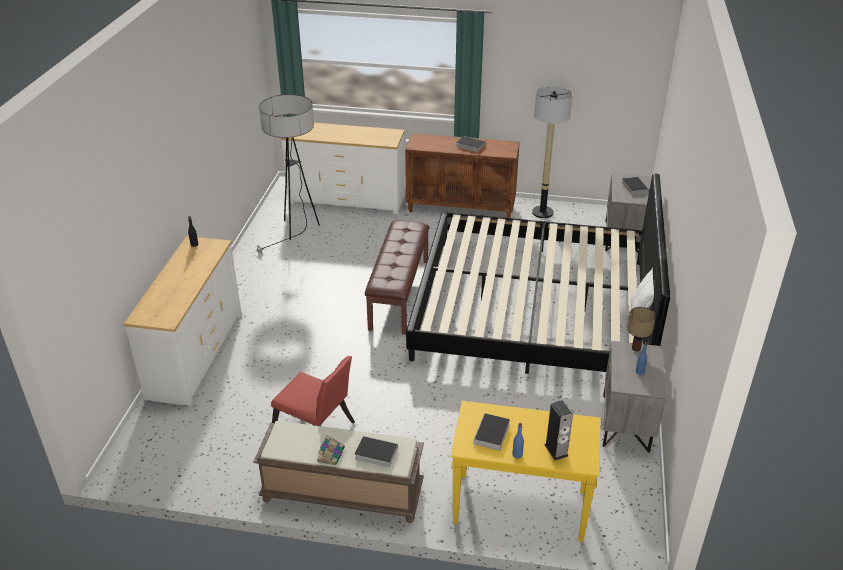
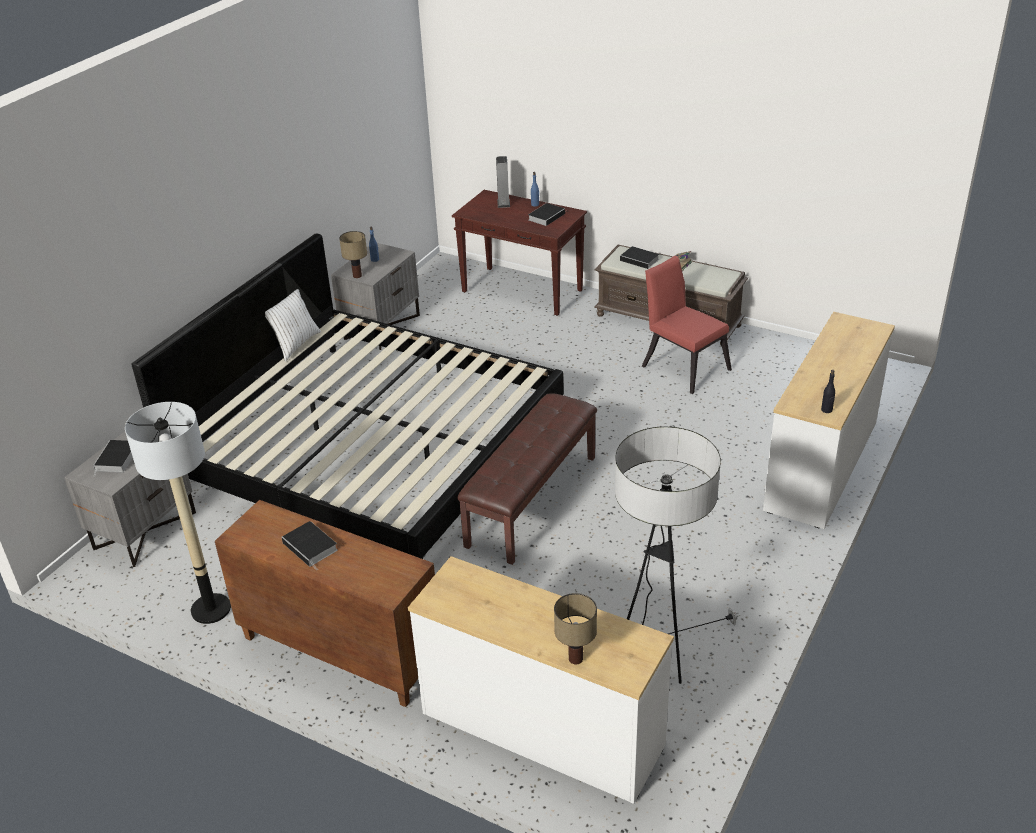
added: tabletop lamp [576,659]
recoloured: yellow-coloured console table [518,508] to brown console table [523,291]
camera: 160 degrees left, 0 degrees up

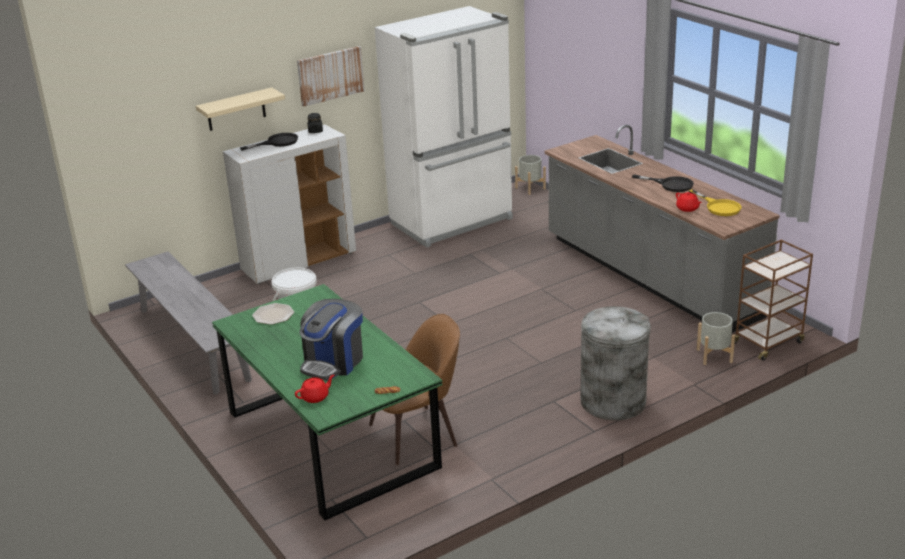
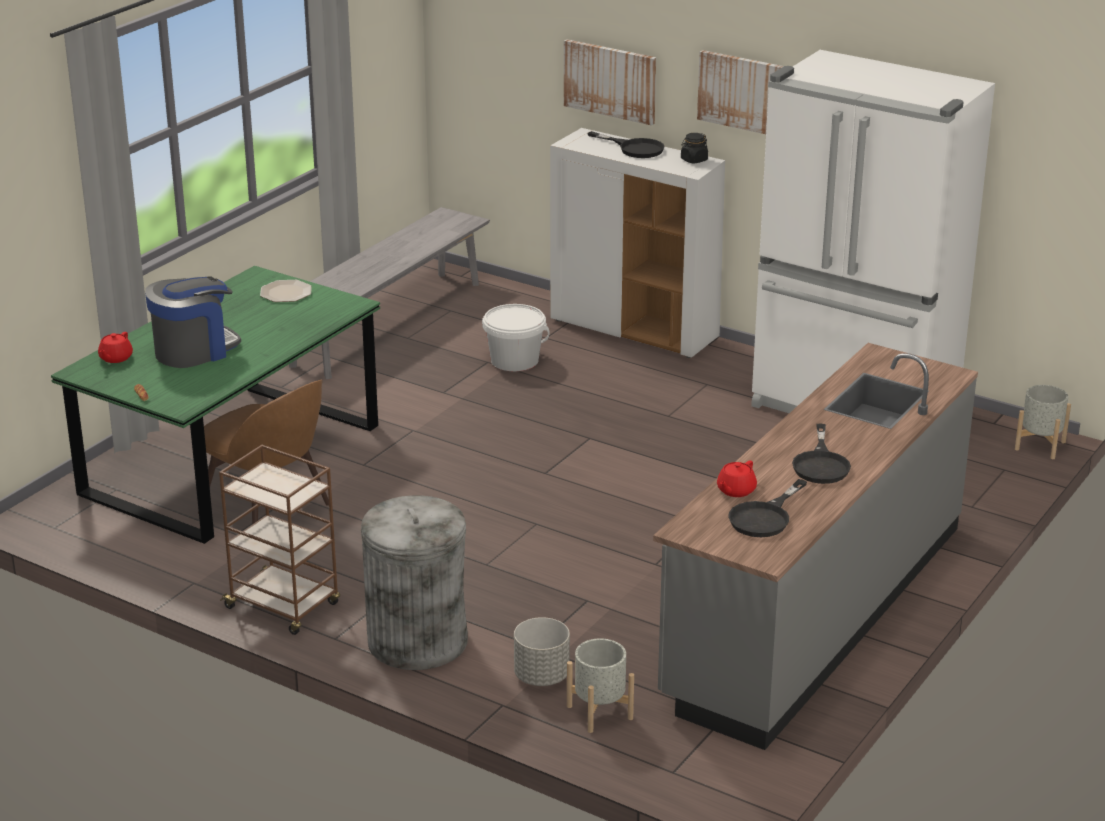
added: gray flower pot [541,676]
moved: brown trolley [767,342] to [284,606]
replaced: sand-coloured wall shelf [236,109] to wall picture [610,81]
recoloured: yellow-coloured skillet [719,207] to black skillet [765,517]
turned: red-coloured tea pot [315,397] = [115,358] 75 degrees clockwise; coffee brewer [333,362] = [194,350] 135 degrees clockwise
camera: 65 degrees right, 0 degrees up

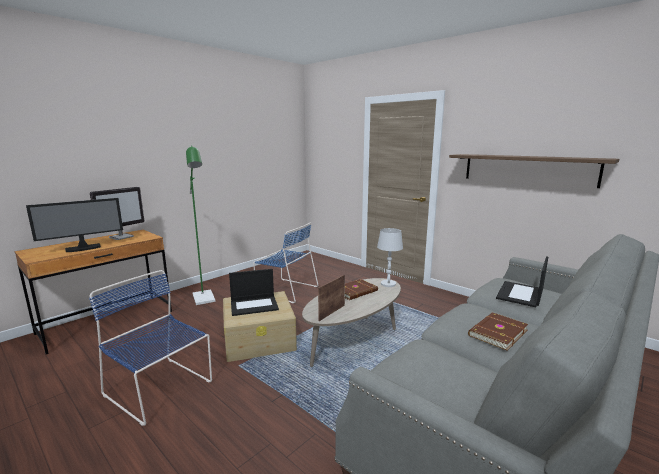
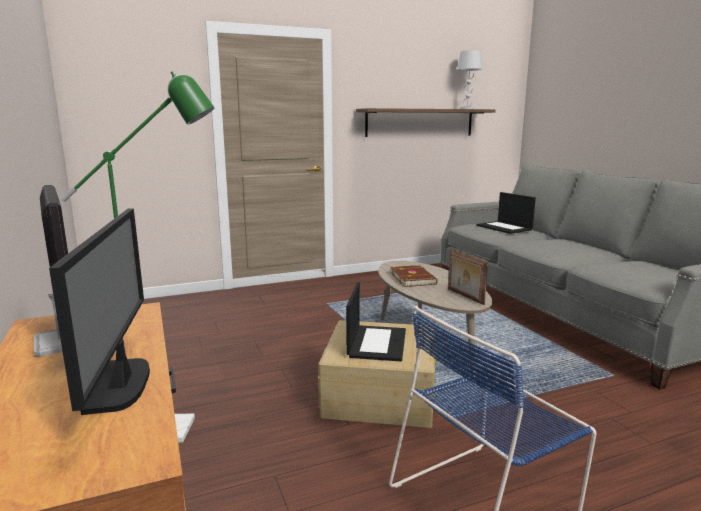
removed: blue upright chair [286,290]; brown volume [496,332]
moved: white-coloured tabletop lamp [388,284] to [467,109]
camera: 65 degrees left, 0 degrees up

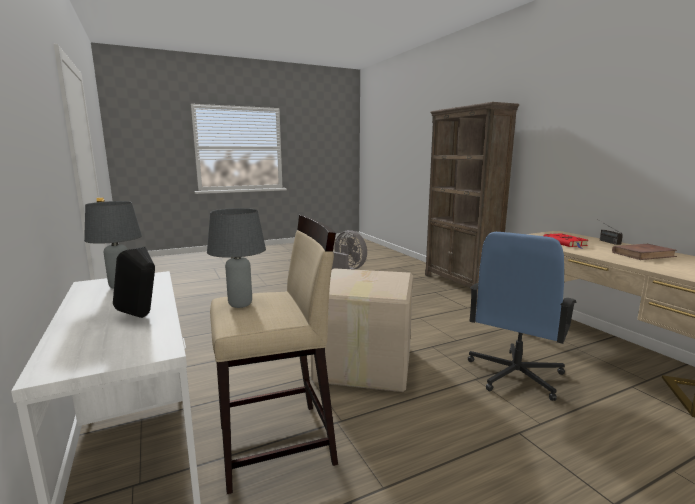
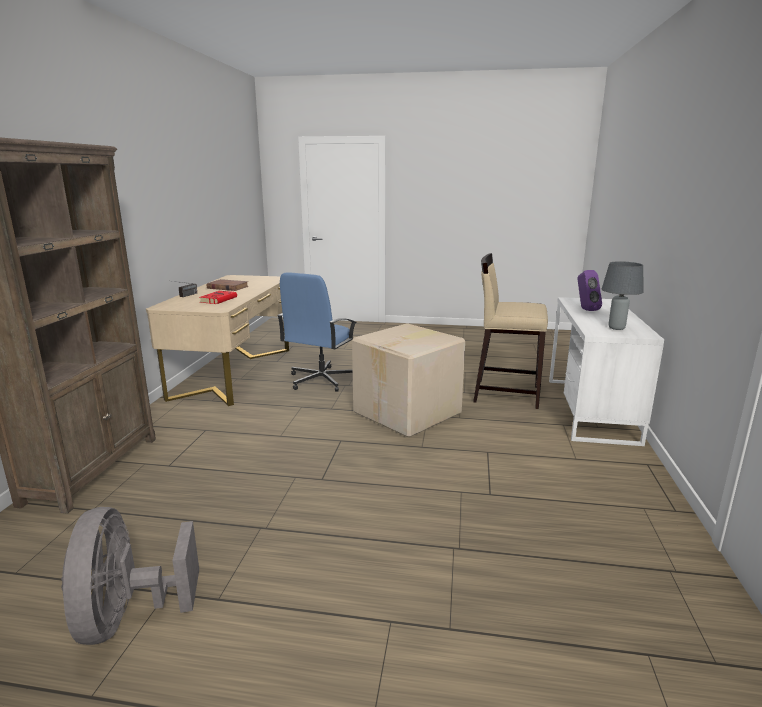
removed: gray tabletop lamp [240,305]
recoloured: black audio speaker [141,317] to purple audio speaker [585,309]
turned: blue office chair [514,375] = [321,380] 135 degrees clockwise
camera: 145 degrees left, 5 degrees up

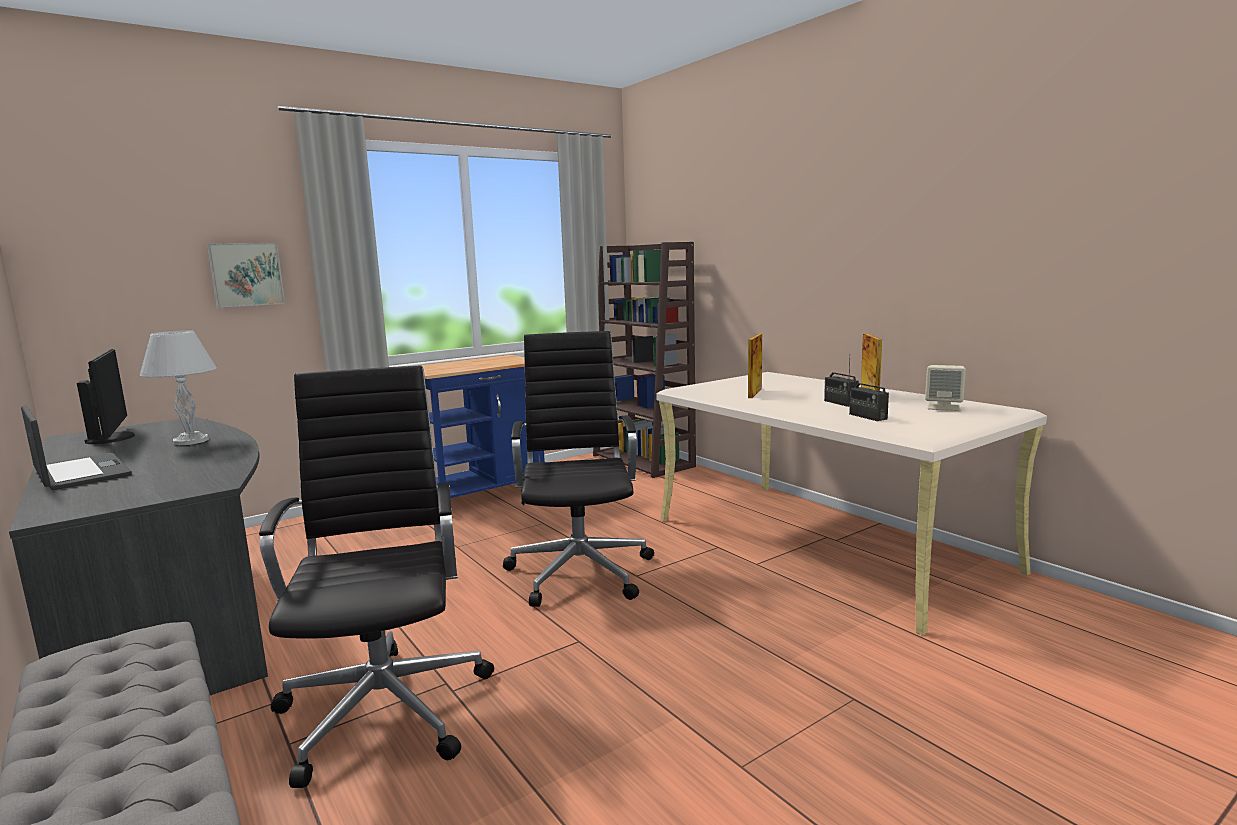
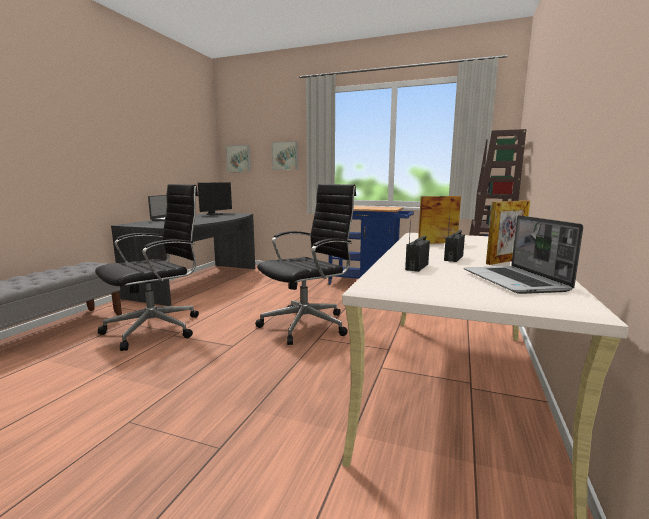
removed: white-coloured tabletop lamp [190,441]
added: wall picture [239,158]
replaced: sand-coloured audio speaker [944,407] to laptop [515,281]
camera: 55 degrees right, 0 degrees up

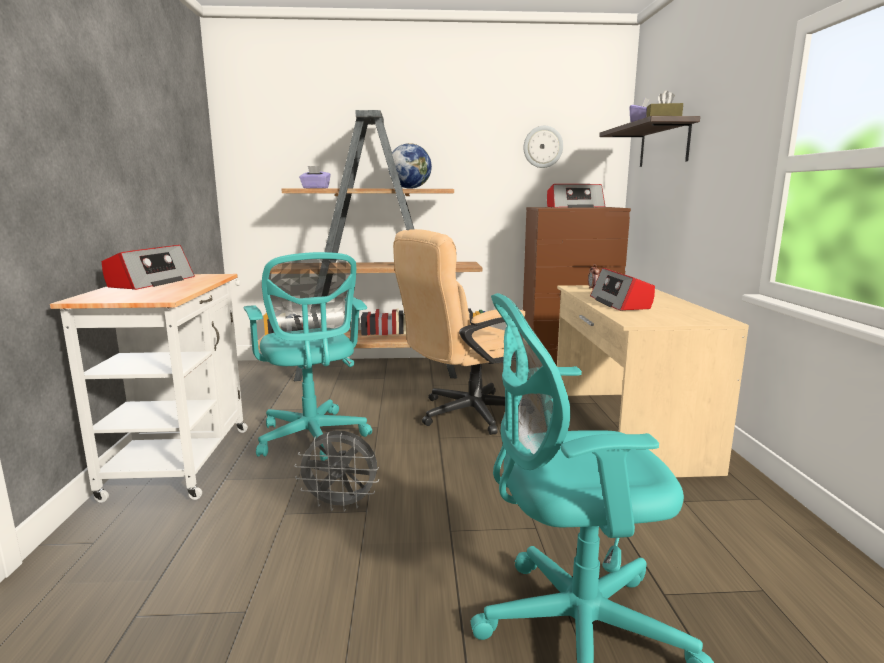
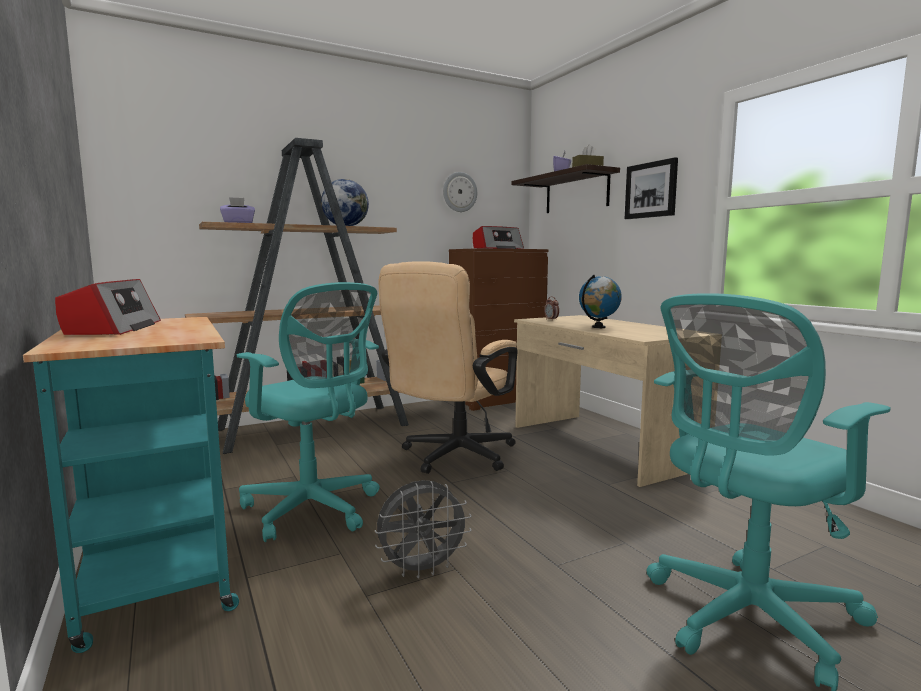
added: wall picture [651,190]
replaced: radio set [620,303] to desk globe [598,327]
recoloured: white-coloured trolley [184,457] to turquoise-coloured trolley [158,565]
camera: 25 degrees left, 5 degrees down

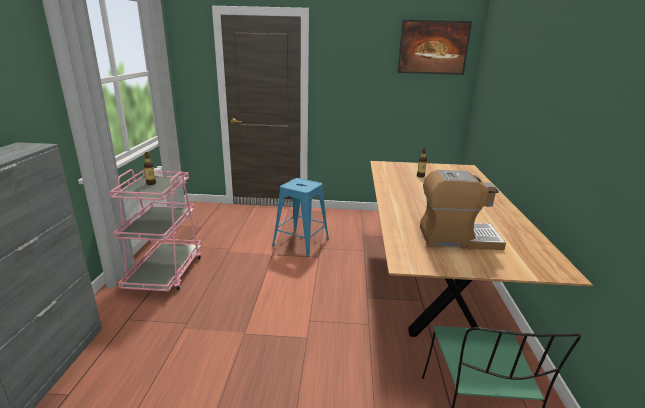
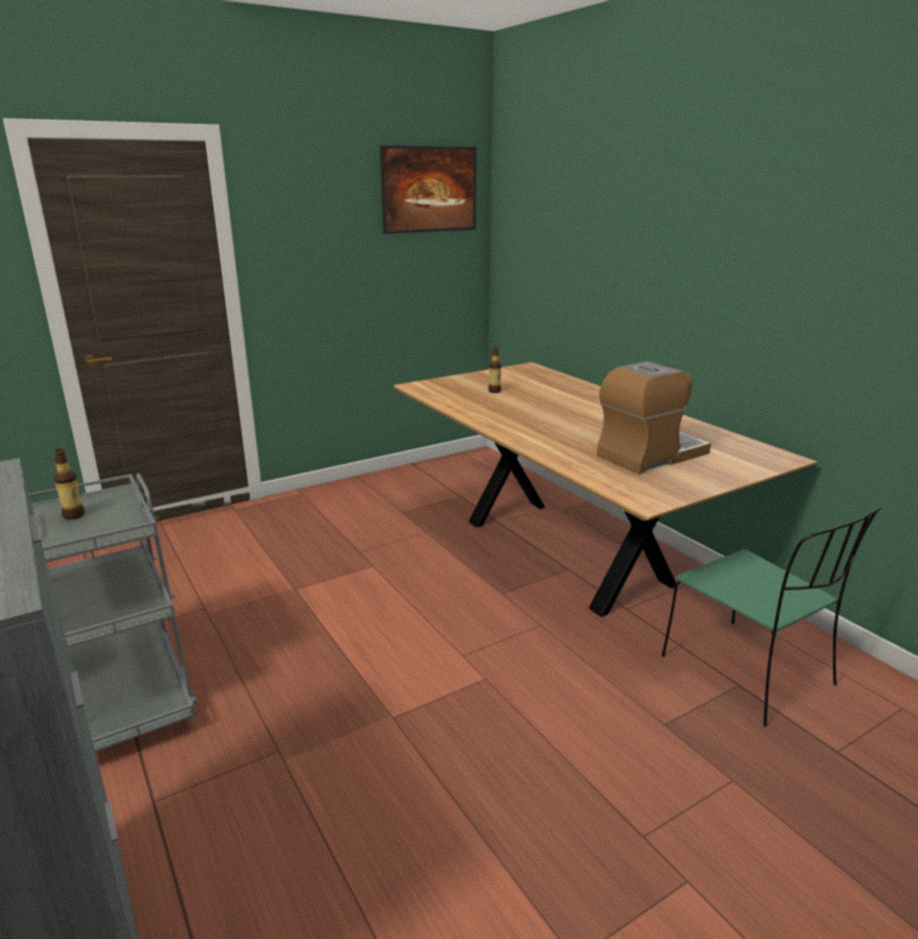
removed: blue sitting stool [300,242]
recoloured: pink-coloured trolley [166,273] to gray trolley [126,695]
camera: 35 degrees left, 0 degrees up

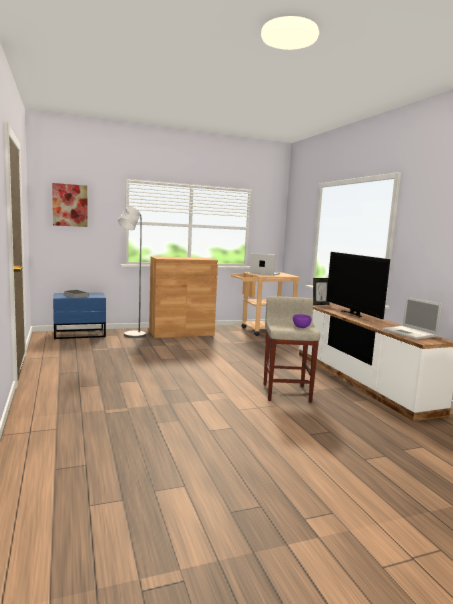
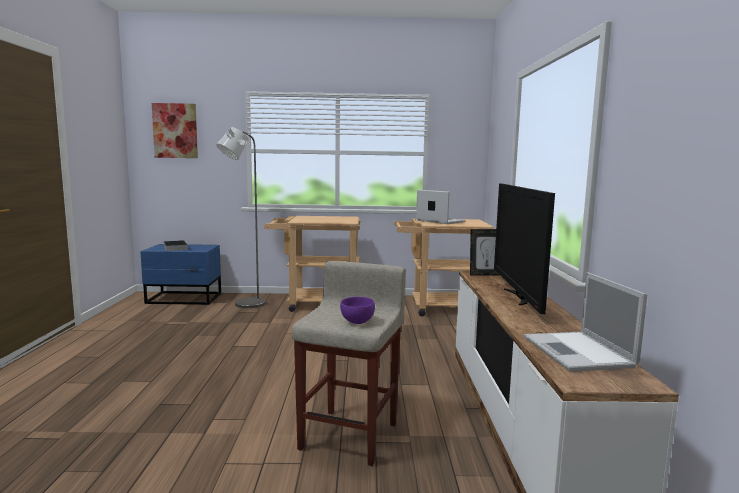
replaced: brown storage cabinet [181,333] to sand-coloured trolley [316,304]
camera: 20 degrees right, 0 degrees up

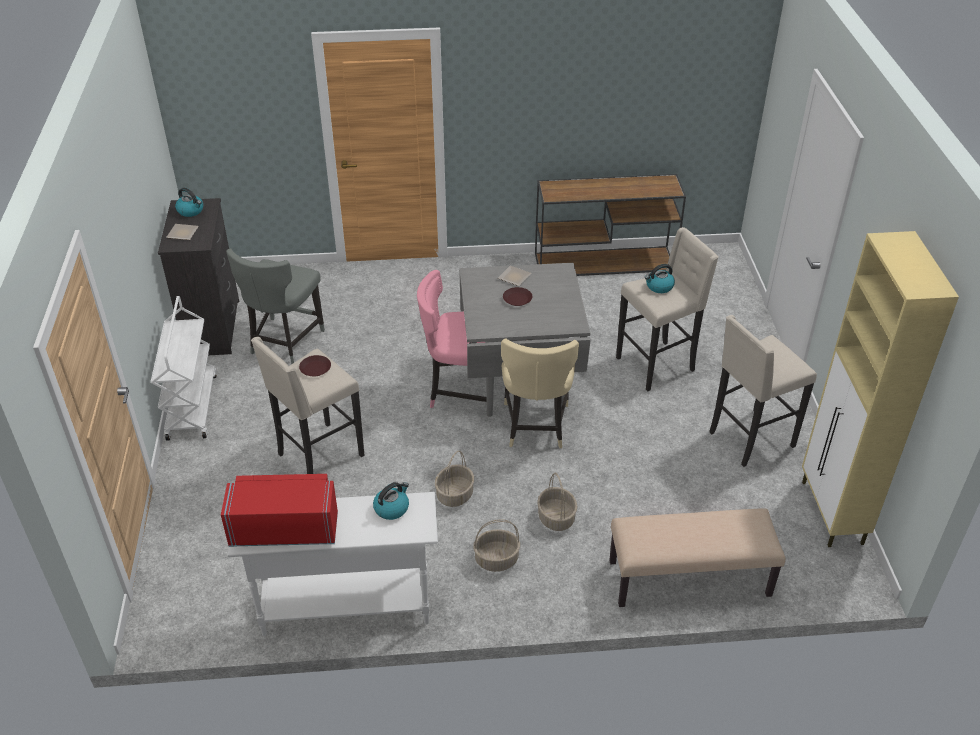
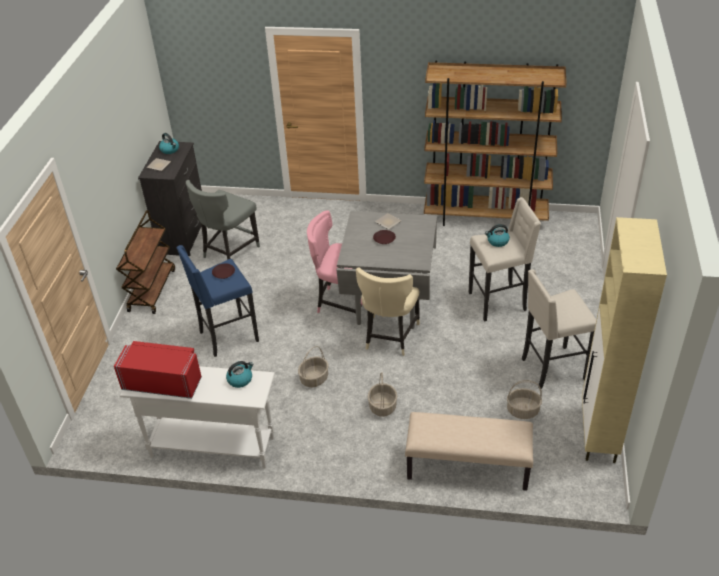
moved: basket [497,559] to [523,410]
replaced: brown console table [605,262] to brown bookshelf [485,218]
recoloured: white-coloured trolley [191,406] to brown trolley [152,290]; sand-coloured sitting stool [318,455] to blue sitting stool [227,337]
camera: 15 degrees right, 0 degrees up

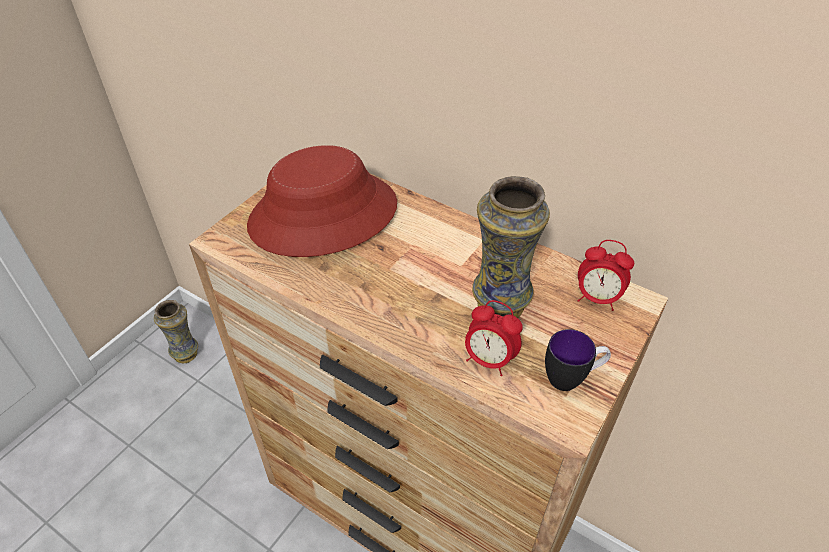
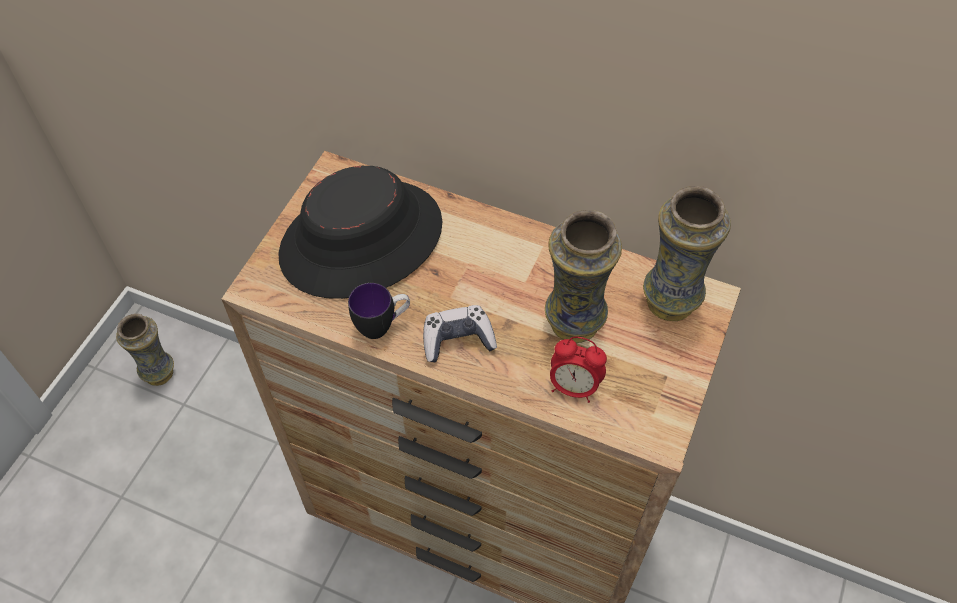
added: gamepad [458,339]
moved: mug [571,378] to [382,326]
replaced: alarm clock [597,298] to vase [670,300]
recoloured: red-coloured wearable hat [323,216] to black wearable hat [361,240]
camera: 10 degrees left, 10 degrees up

